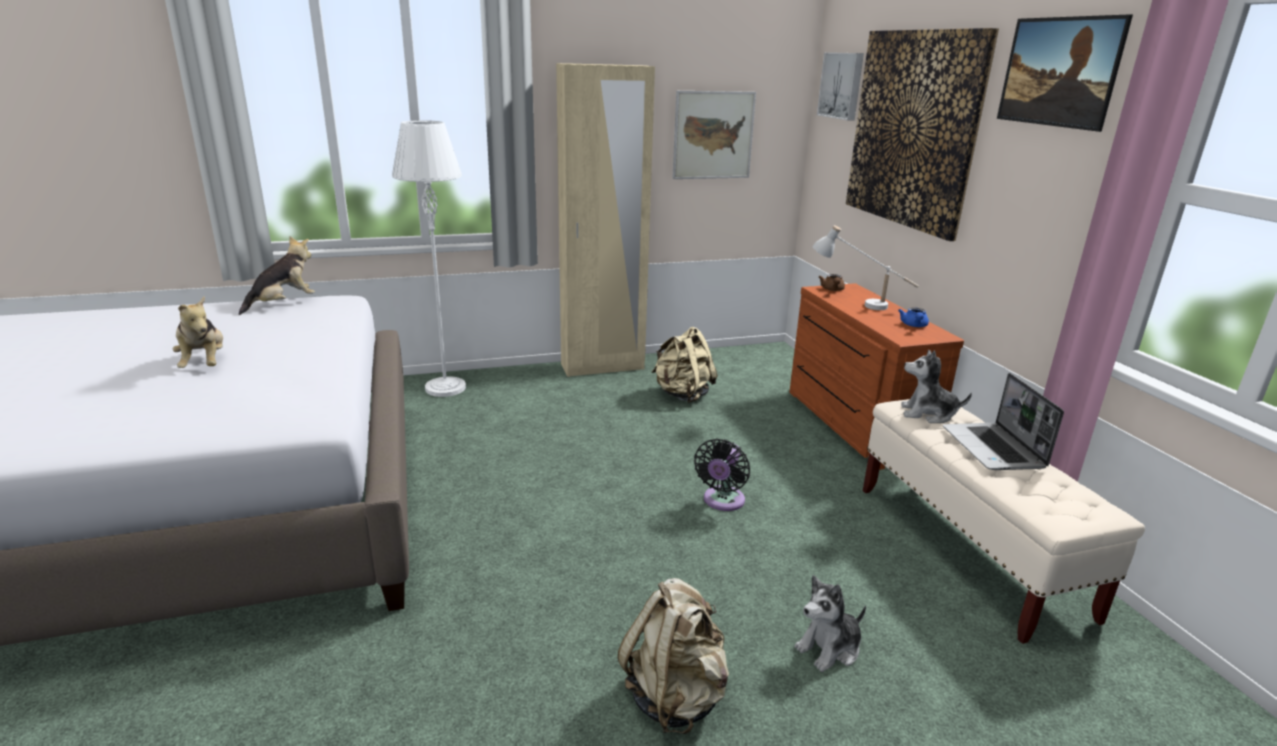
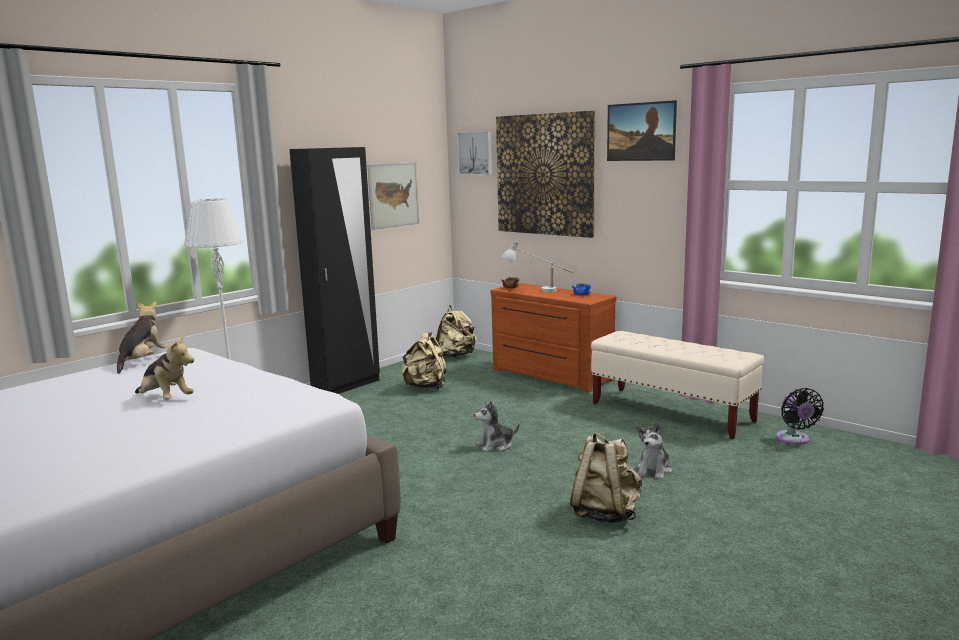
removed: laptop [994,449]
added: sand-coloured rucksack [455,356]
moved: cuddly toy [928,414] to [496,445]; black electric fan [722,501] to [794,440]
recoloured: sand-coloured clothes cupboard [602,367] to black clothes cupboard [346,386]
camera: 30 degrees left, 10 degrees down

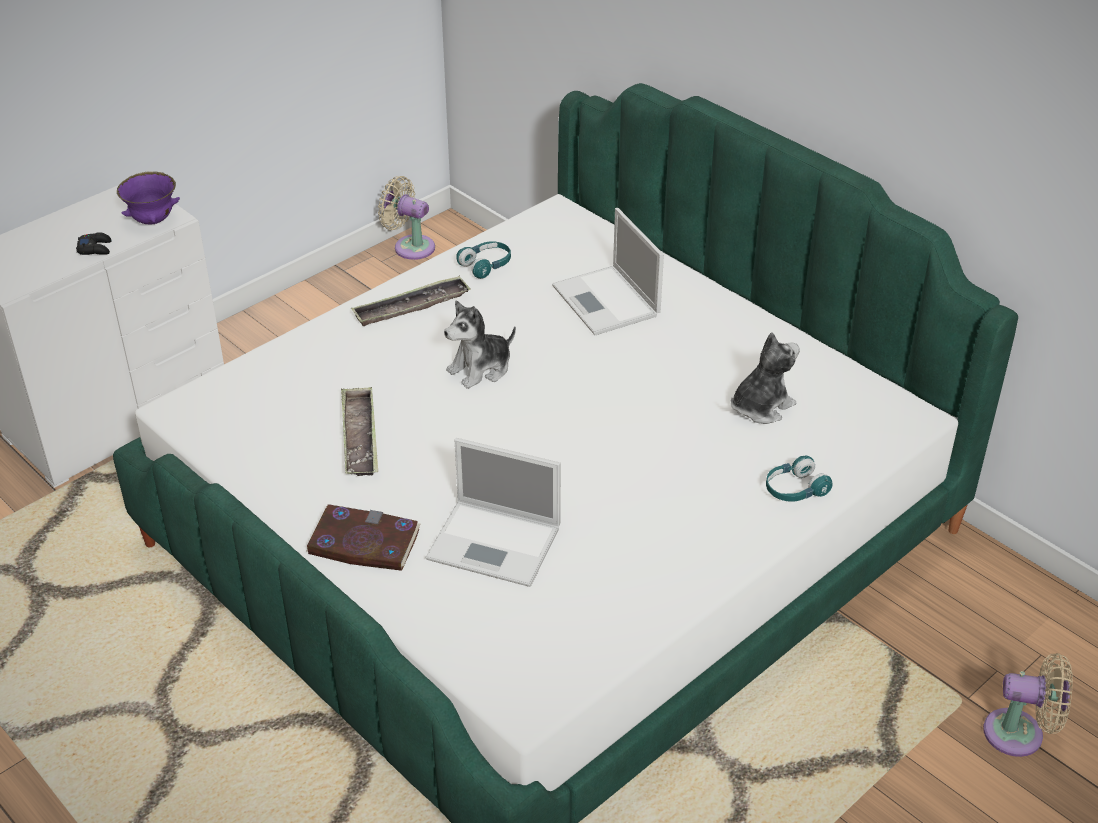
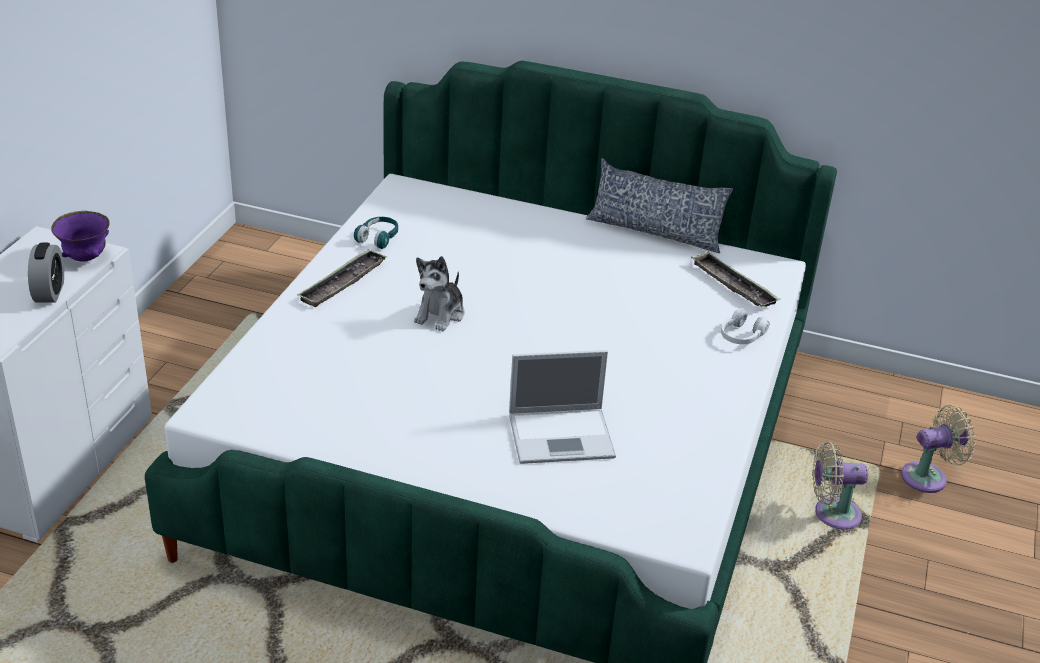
removed: volume [363,542]; laptop [607,302]; cuddly toy [760,406]
added: pillow [654,231]
moved: tray [360,437] to [733,285]; sand-coloured electric fan [410,246] to [832,514]
replaced: black gamepad [95,248] to alarm clock [49,292]
recoloured: turquoise-coloured pair of headphones [794,490] to white-coloured pair of headphones [741,336]
camera: 30 degrees left, 5 degrees down

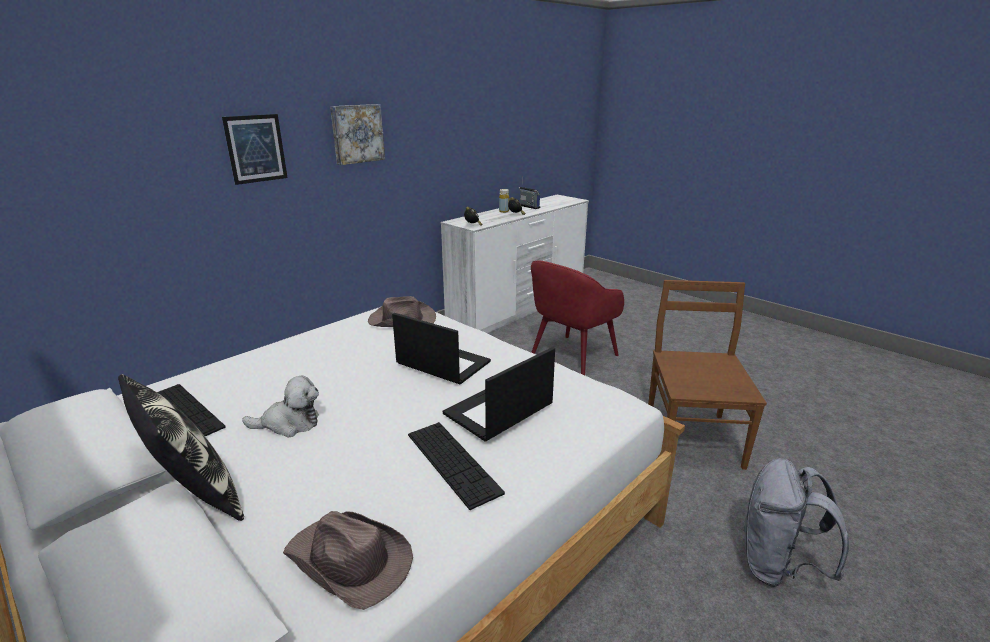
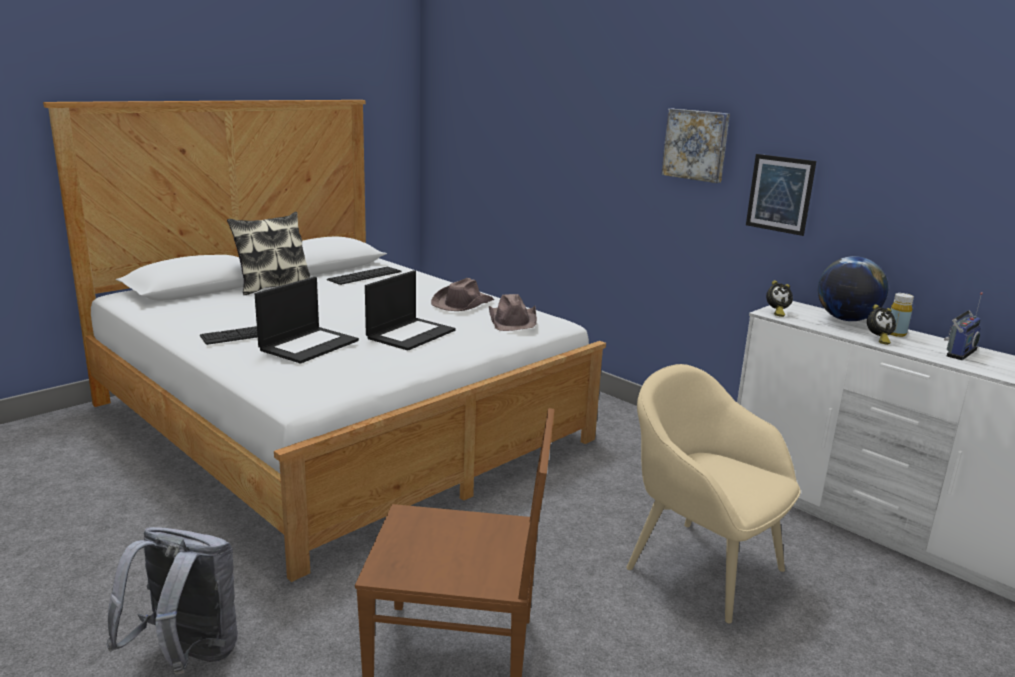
removed: cuddly toy [289,423]
added: desk globe [846,319]
moved: brown wearable hat [349,561] to [462,303]; wall picture [256,149] to [780,194]
recoloured: red-coloured lounge chair [572,357] to sand-coloured lounge chair [701,567]
turned: laptop [498,410] = [309,345] 75 degrees clockwise
camera: 90 degrees right, 5 degrees down

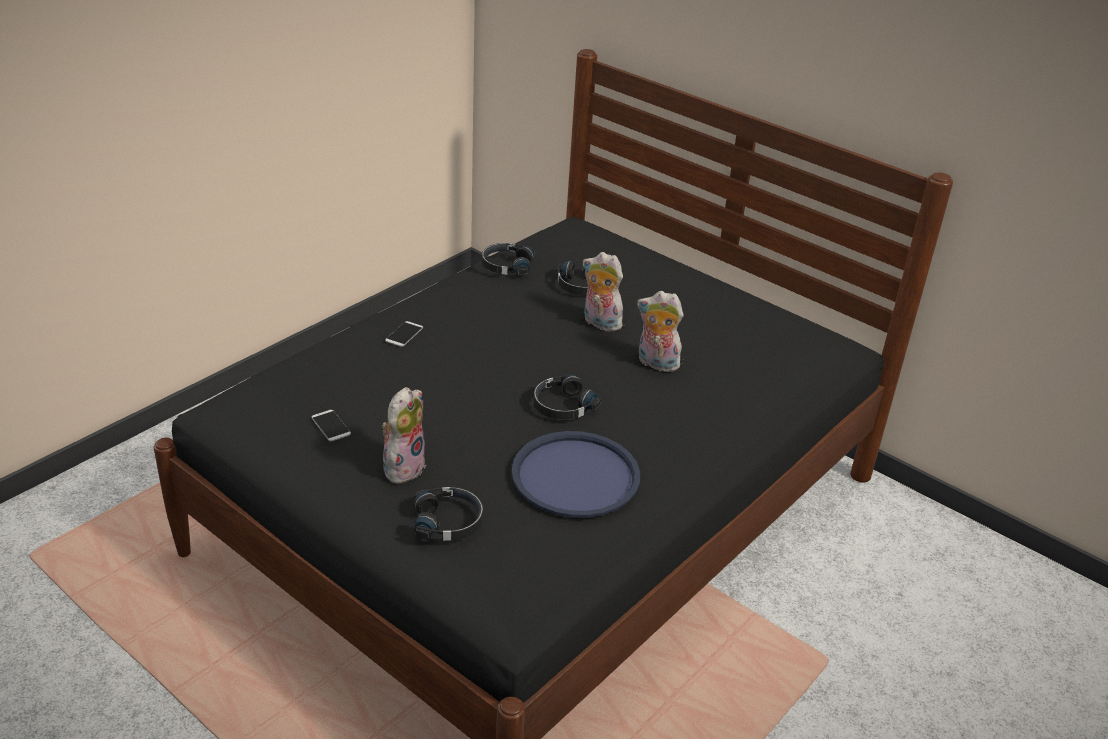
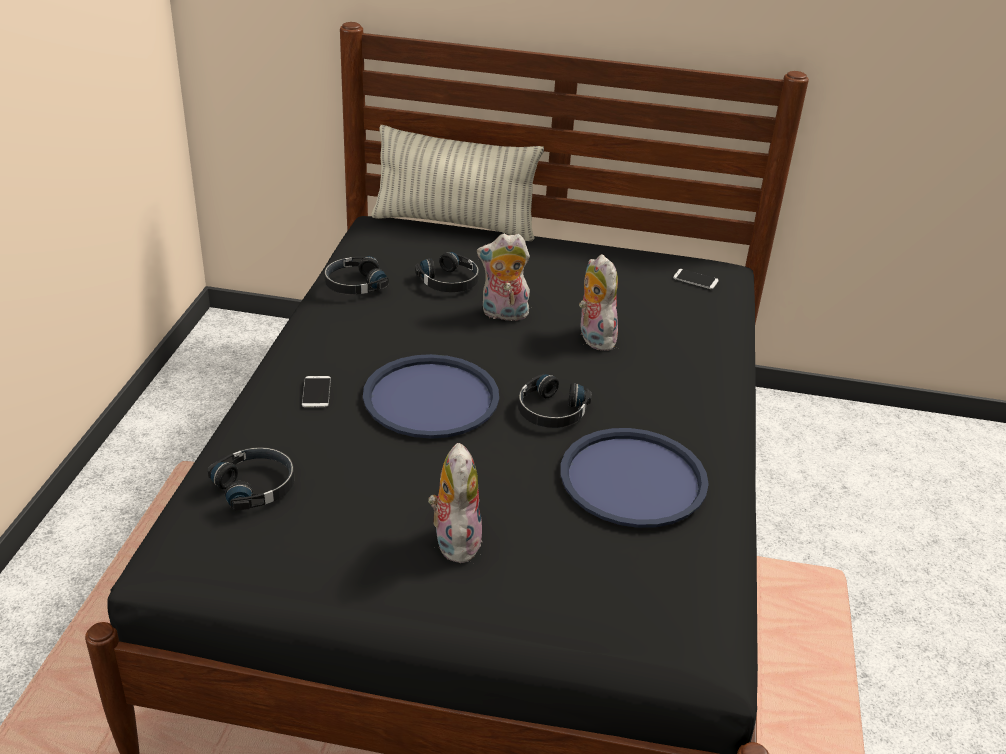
added: blue tray [431,398]; pillow [454,224]
moved: black pair of headphones [448,522] to [256,486]; phone [331,426] to [695,279]
turned: cuddly toy [656,364] = [593,338] 75 degrees clockwise
camera: 30 degrees left, 0 degrees up

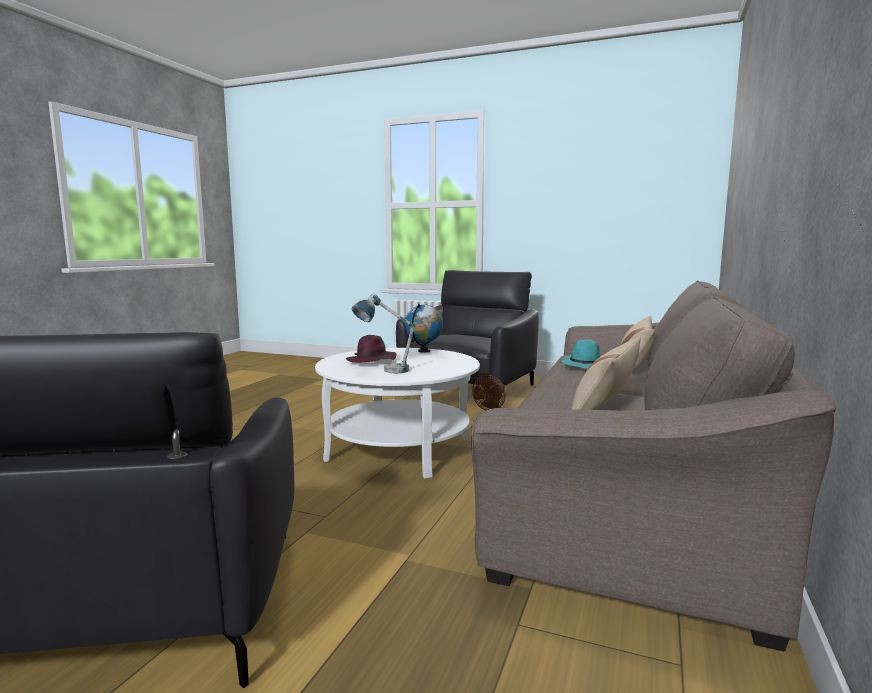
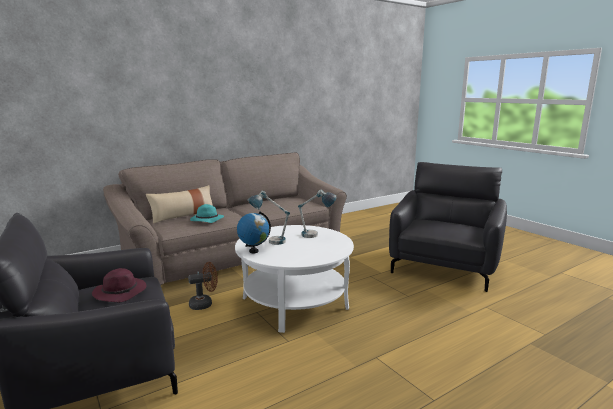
removed: sand-coloured pillow [606,404]
added: tabletop lamp [269,241]
moved: purple wearable hat [371,361] to [121,292]
camera: 145 degrees left, 5 degrees up

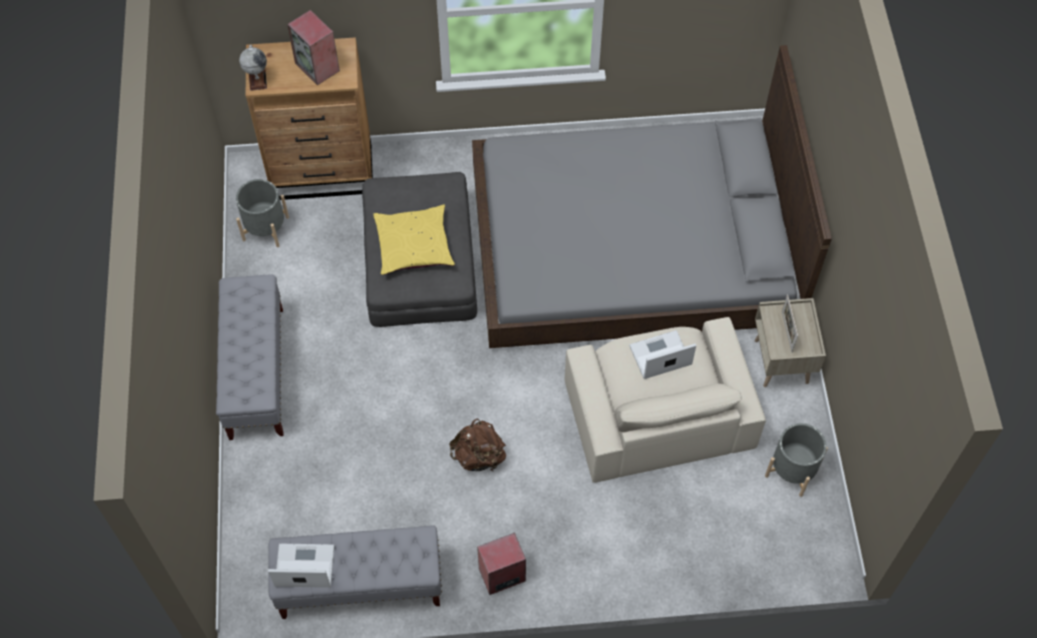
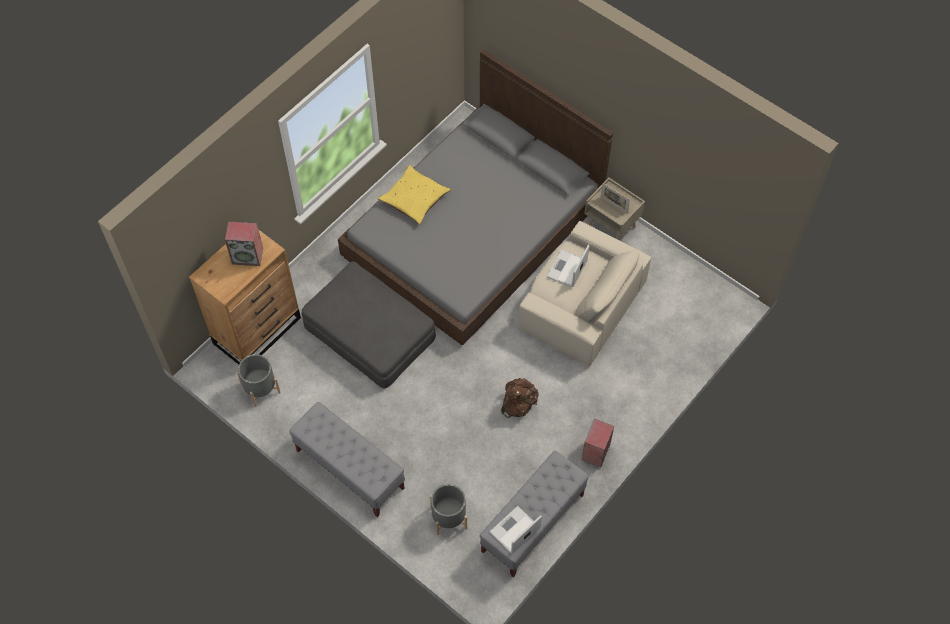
removed: desk globe [257,80]
moved: yellow-coloured pillow [414,245] to [414,198]; gray flower pot [792,470] to [449,517]
camera: 45 degrees left, 0 degrees up

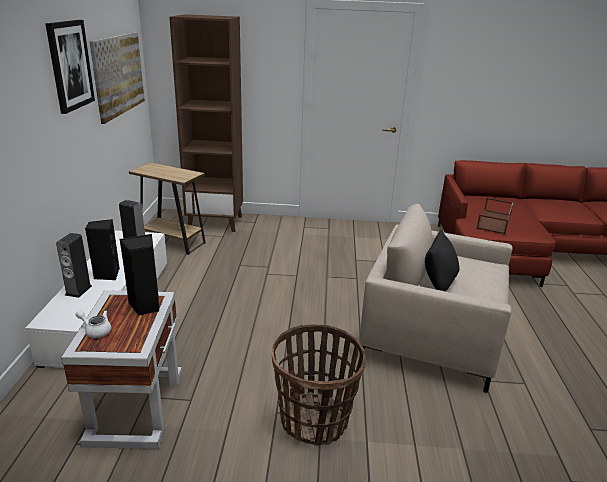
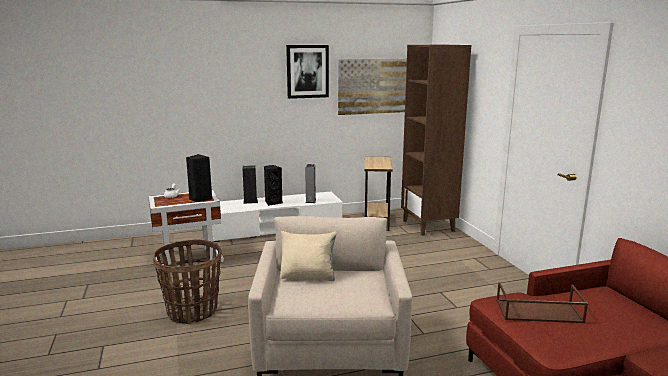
recoloured: black pillow [439,282] to sand-coloured pillow [308,276]
camera: 70 degrees right, 10 degrees down

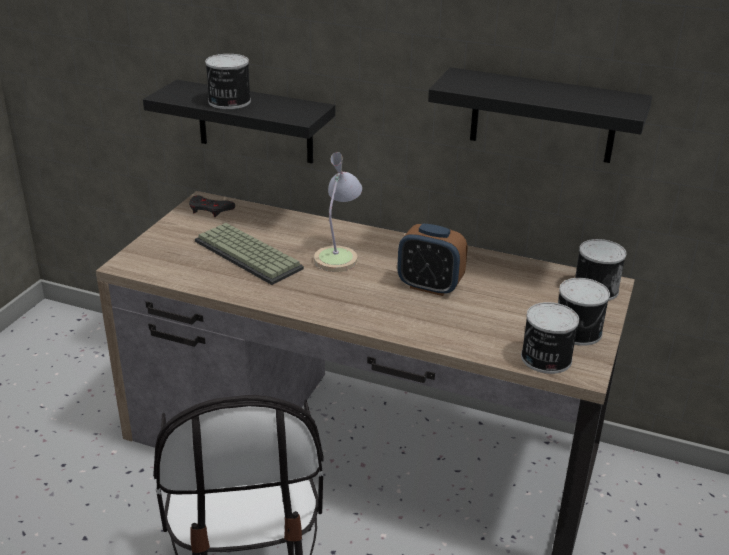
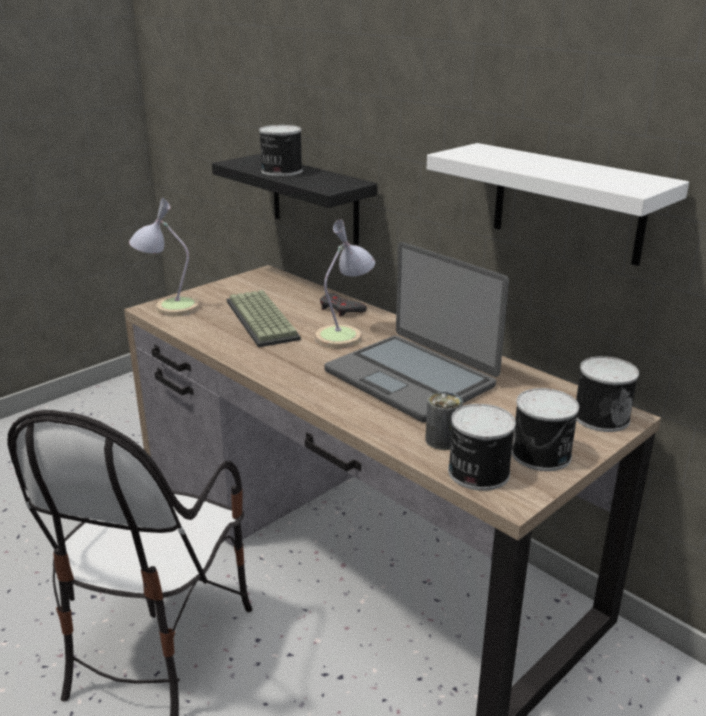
added: tabletop lamp [169,307]; metal can [442,440]
moved: gray gamepad [210,210] to [341,309]
replaced: alarm clock [430,286] to laptop [411,378]
recoloured: black wall shelf [543,116] to white-coloured wall shelf [567,203]
camera: 25 degrees right, 5 degrees down

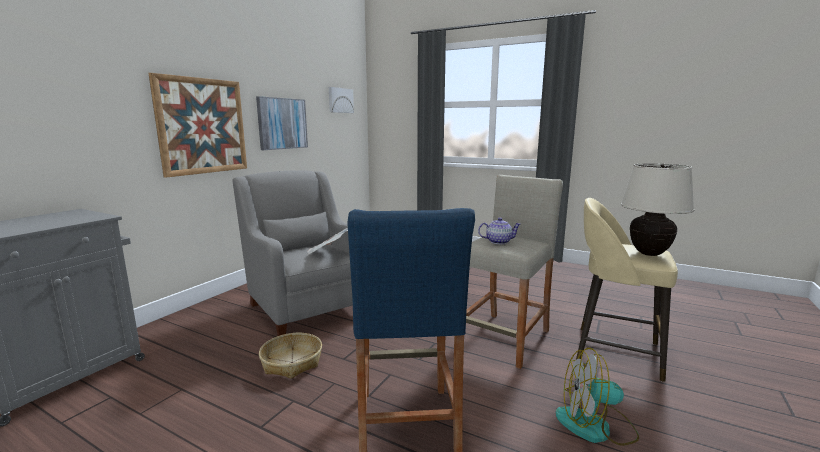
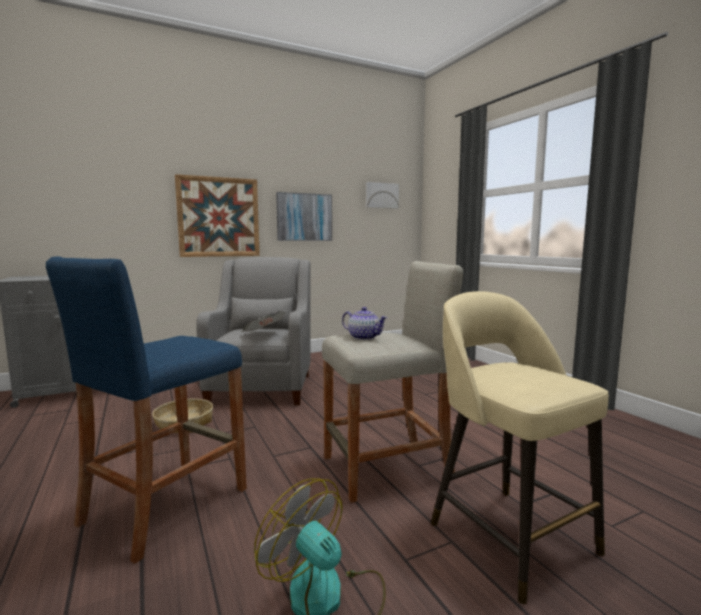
removed: sand-coloured tabletop lamp [649,253]
camera: 35 degrees right, 5 degrees down

